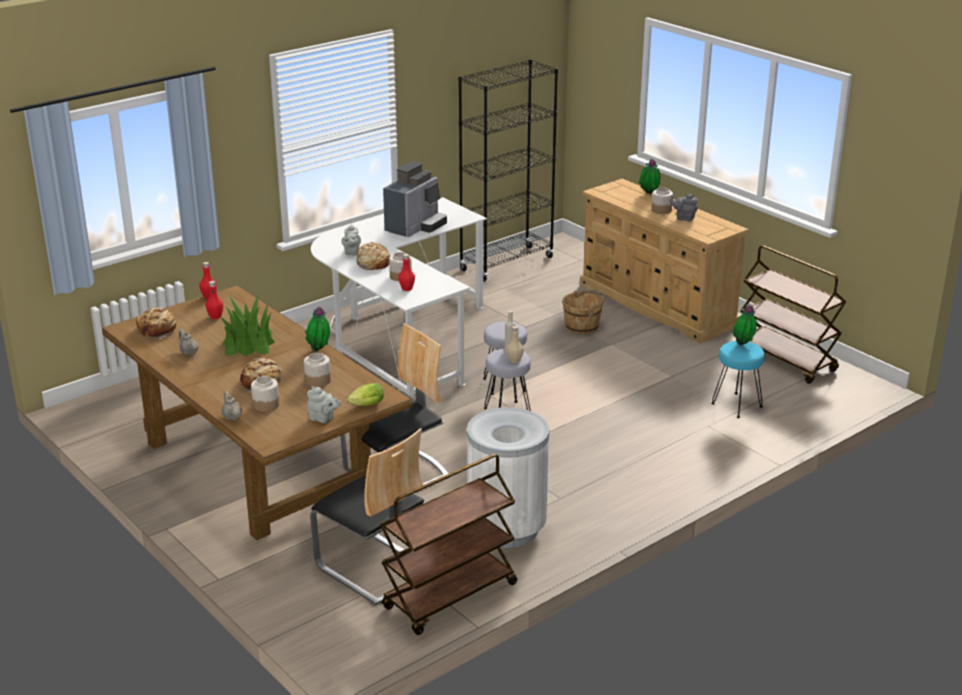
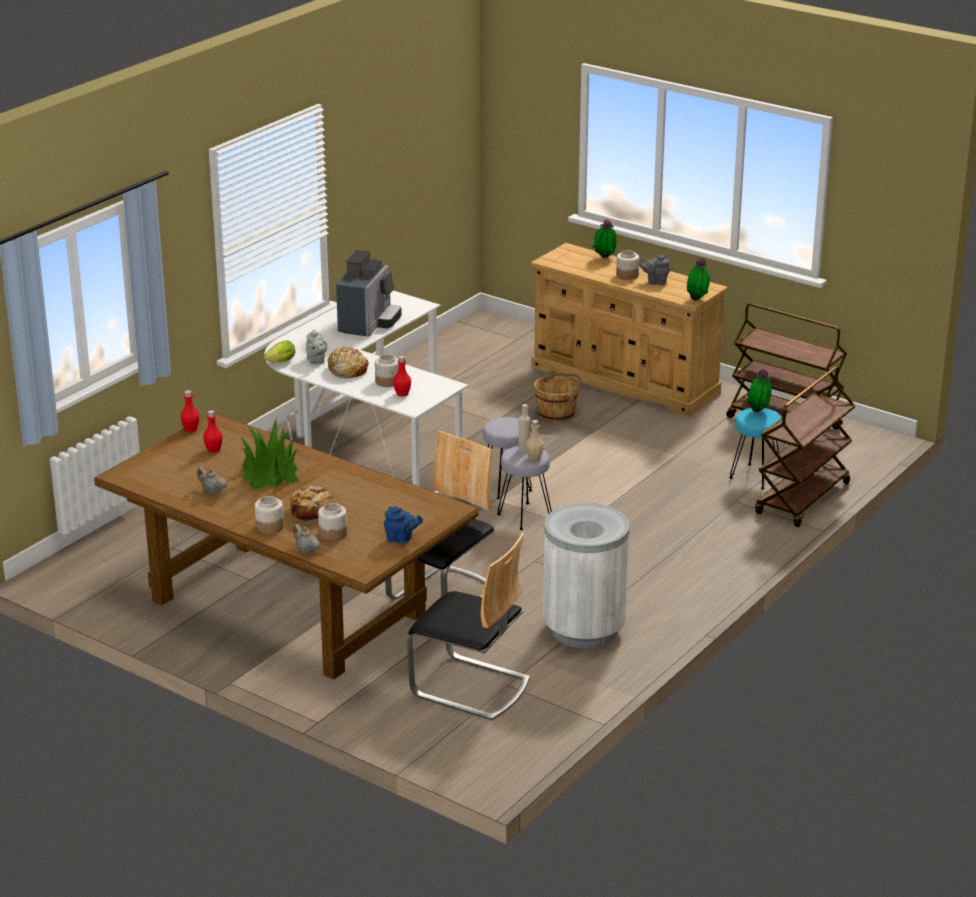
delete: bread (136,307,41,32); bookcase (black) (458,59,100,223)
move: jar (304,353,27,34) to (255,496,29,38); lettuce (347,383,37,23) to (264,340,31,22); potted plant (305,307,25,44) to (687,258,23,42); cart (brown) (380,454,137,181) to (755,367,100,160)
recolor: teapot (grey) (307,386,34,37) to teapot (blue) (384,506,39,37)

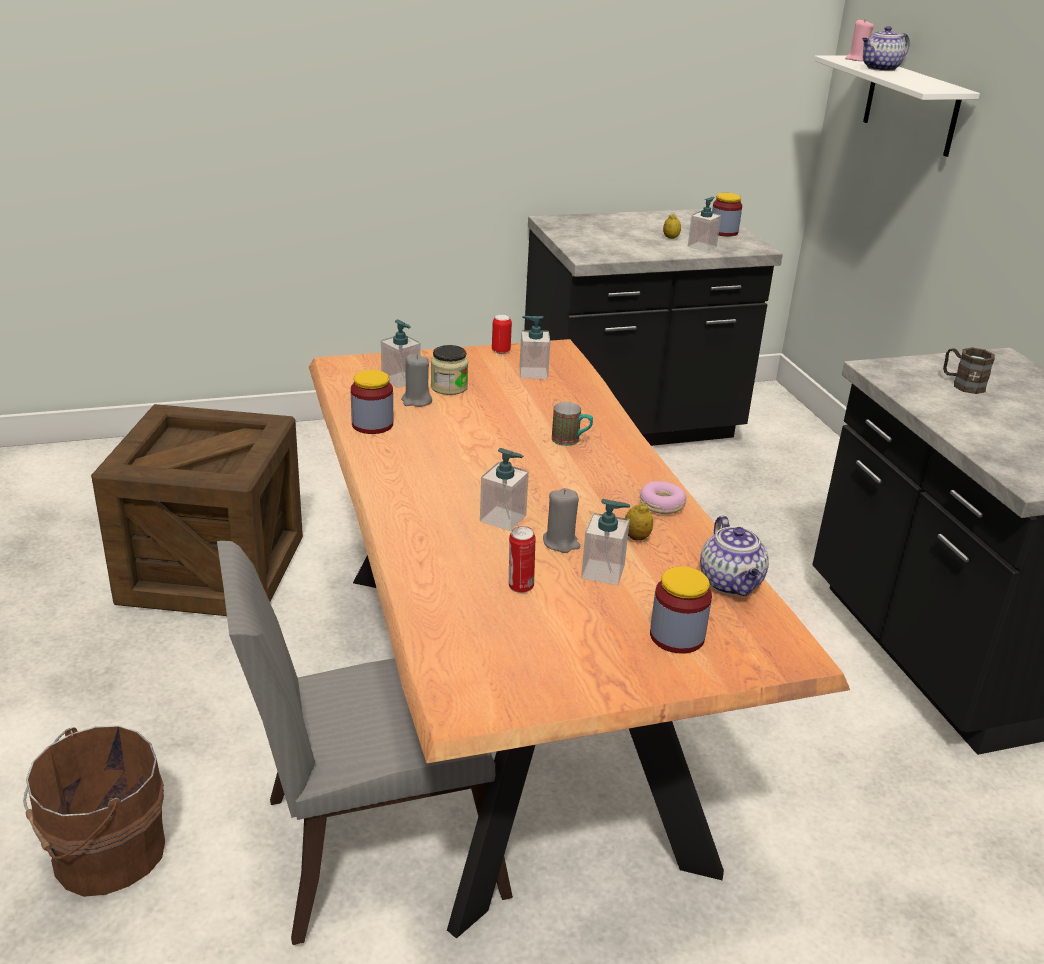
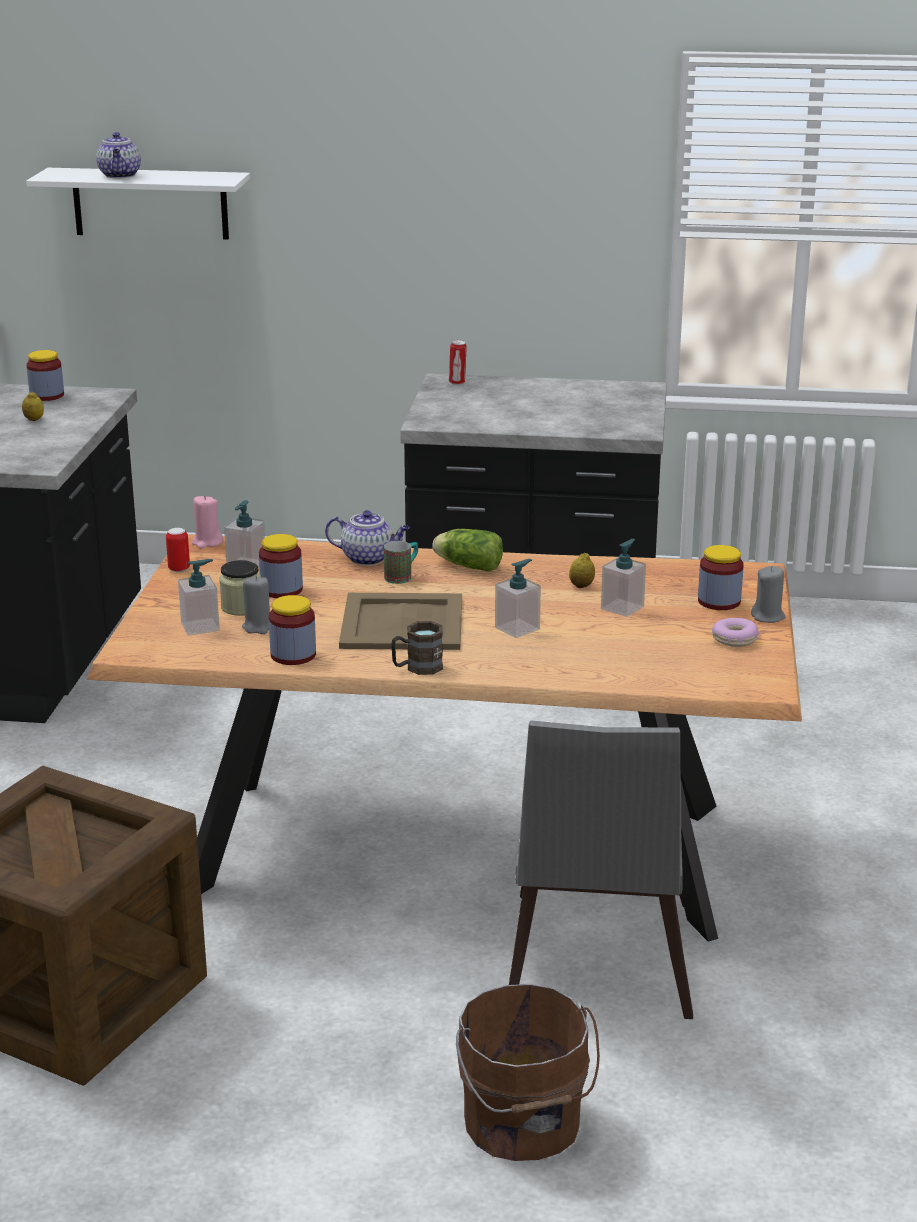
delete: soap dispenser (688,197,33,55)
insert: jar (259,534,44,64); tray (beige) (339,593,123,57); lettuce (432,529,71,43)
move: candle (pink) (845,19,29,42) to (192,495,32,54); teapot (700,515,69,81) to (325,510,85,56); mug (brown) (943,347,52,47) to (391,621,52,54); can (509,526,26,67) to (449,340,18,45); donut (639,481,48,33) to (712,618,47,29); candle (grey) (543,488,37,65) to (751,566,35,57)

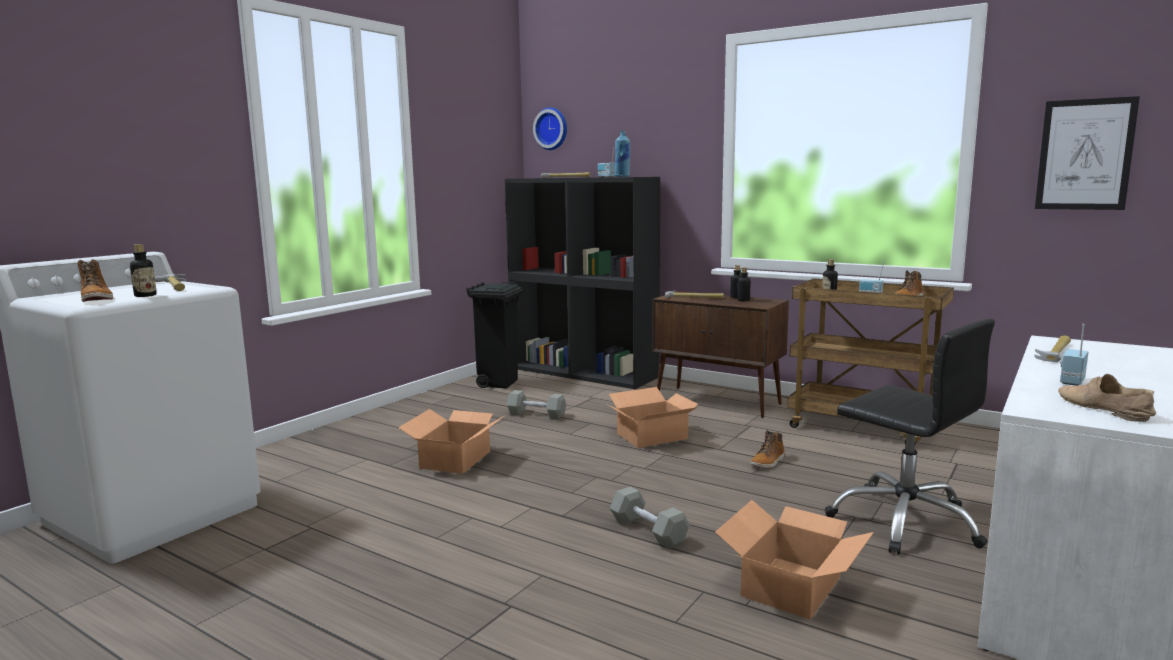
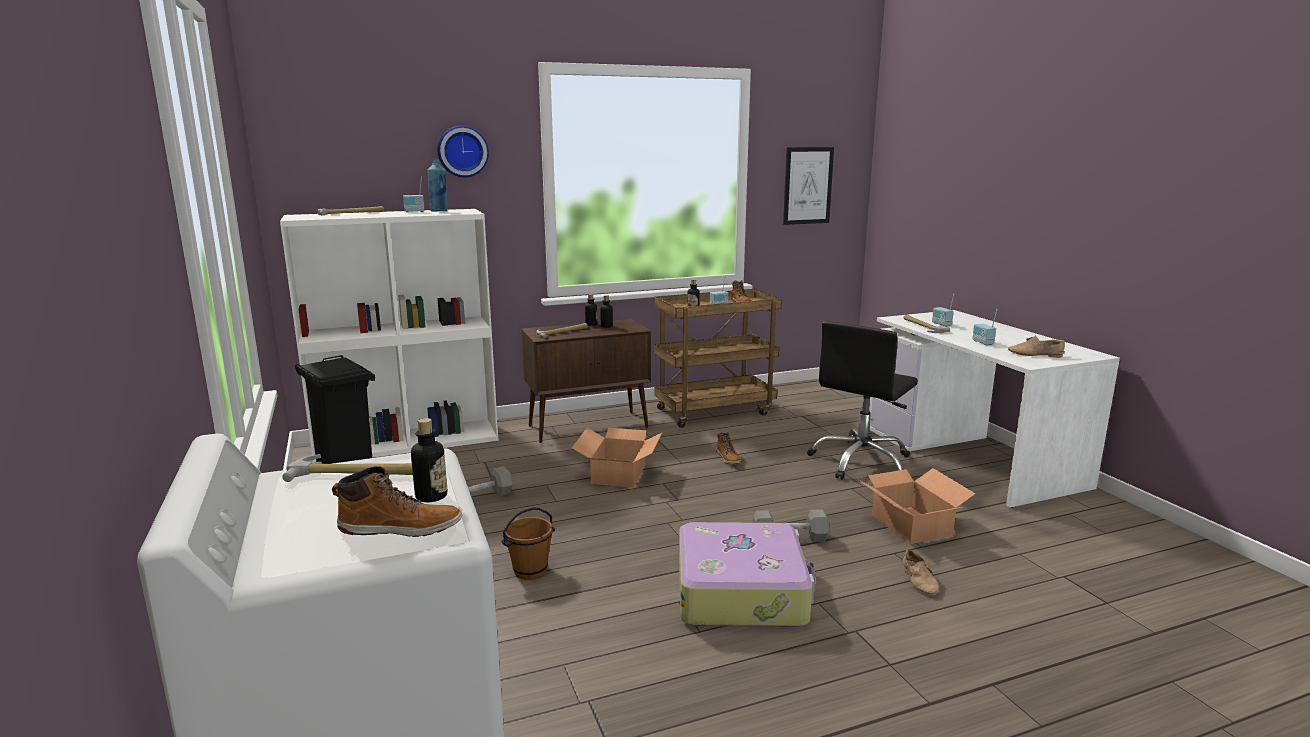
insert: suitcase (679,522,137,105); shoe (beige) (903,548,36,47); radio (932,293,23,34)
move: wall clock (533,107,34,43) to (437,125,52,53)
replace: cardboard box (398,409,108,65) to bucket (brown) (501,507,54,73)
recolor: bookcase (black) (505,177,155,212) to bookcase (white) (280,209,219,253)
rotate: office chair (black) (825,319,170,236) = (807,321,111,159) 135 degrees clockwise

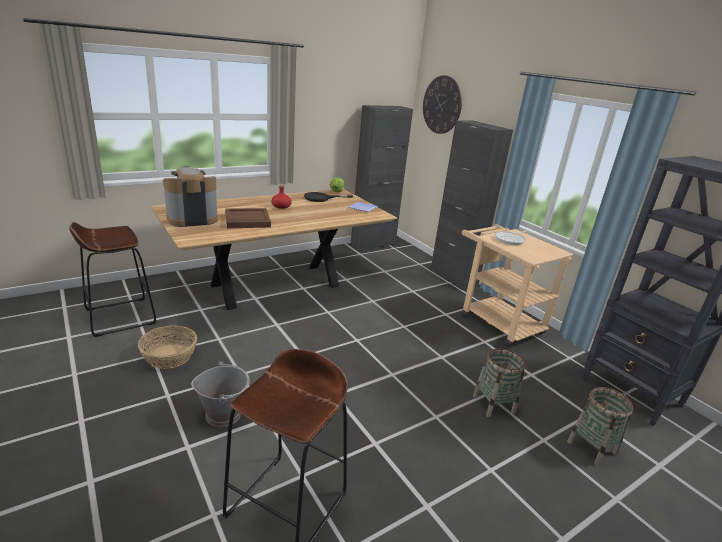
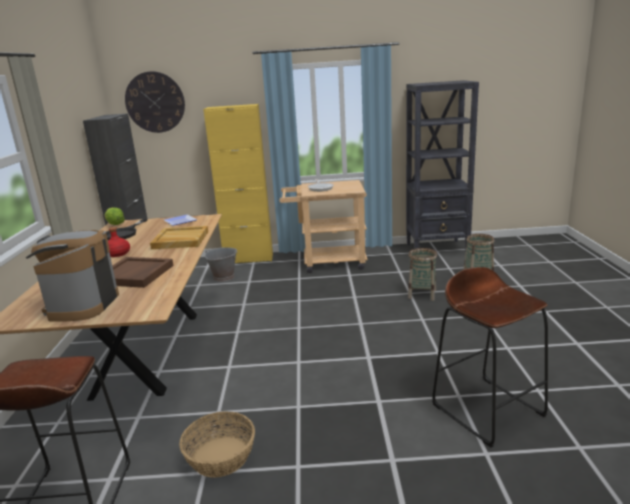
insert: tray (beige) (150,226,58,23)
move: bucket (grey) (191,362,59,65) to (205,247,32,35)
recolor: cabinet (black) (431,120,82,170) to cabinet (yellow) (203,104,70,159)

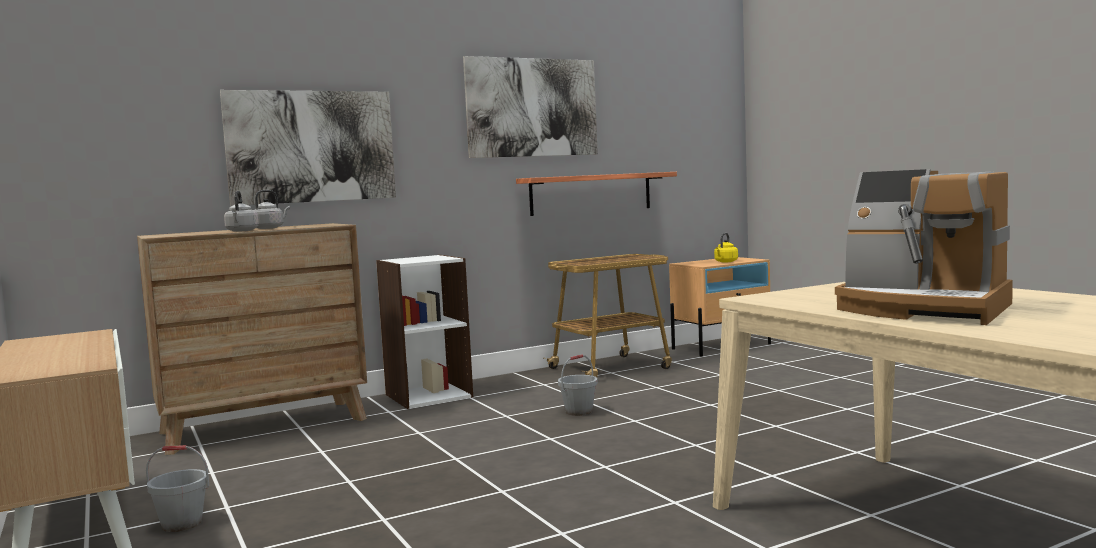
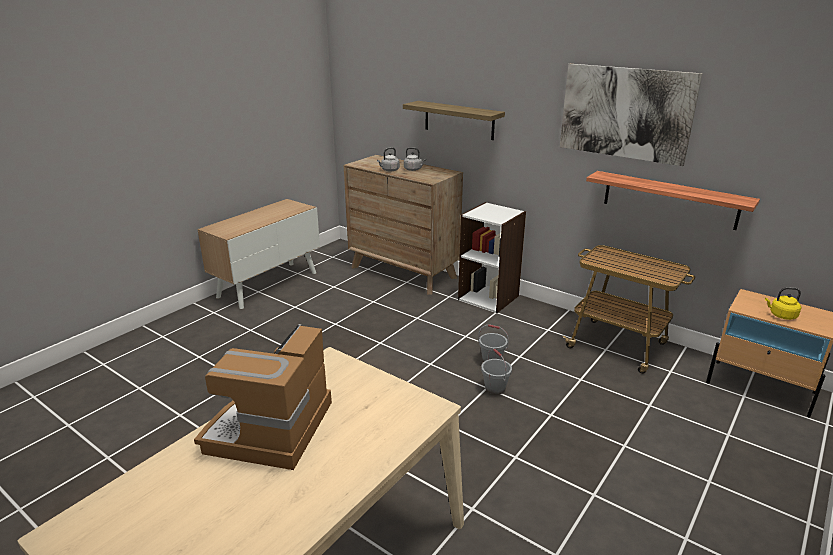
move: bucket (grey) (146,445,63,87) to (481,348,31,47)
replace: picture (220,90,176,116) to shelf (403,101,102,39)

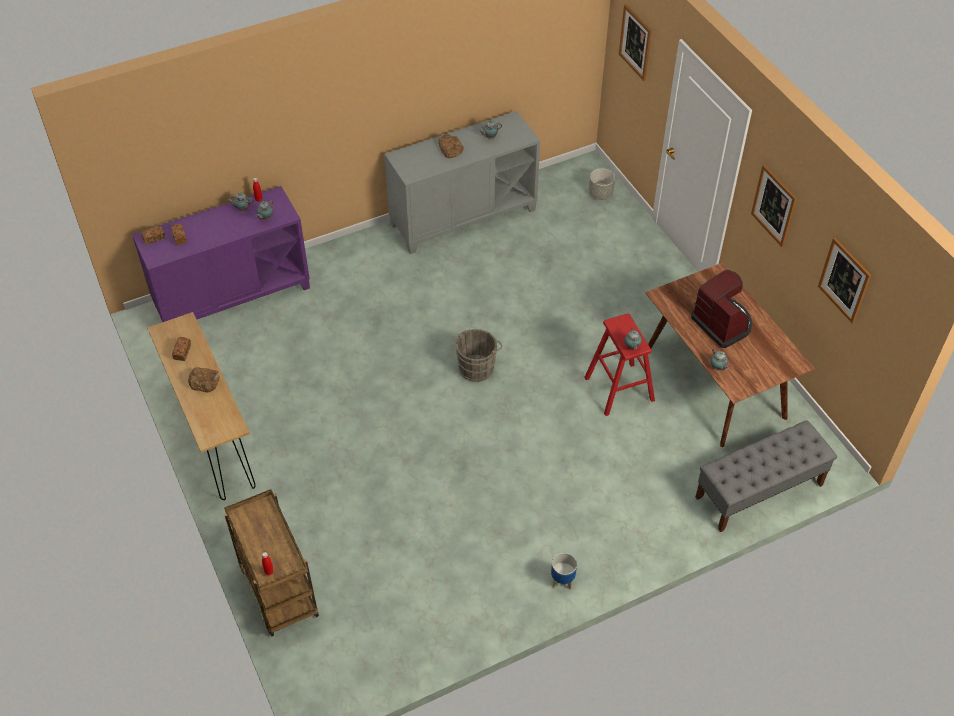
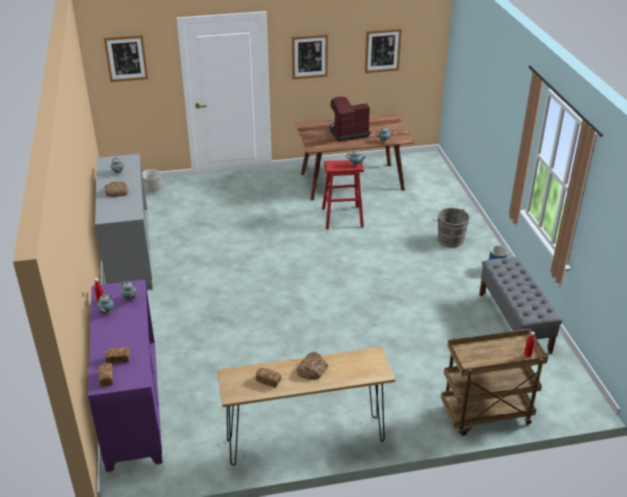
move: bucket (grey) (455,329,47,53) to (433,208,36,39); bench (grey) (695,420,142,112) to (479,257,83,97)

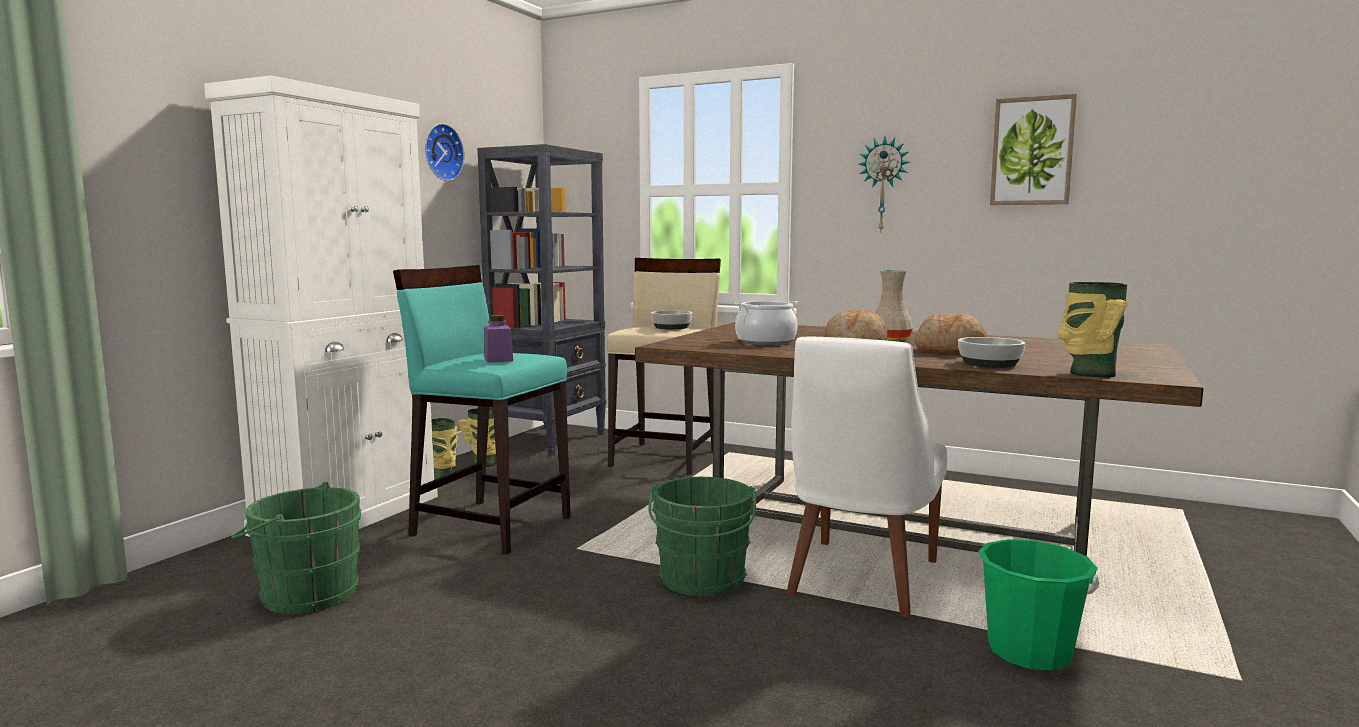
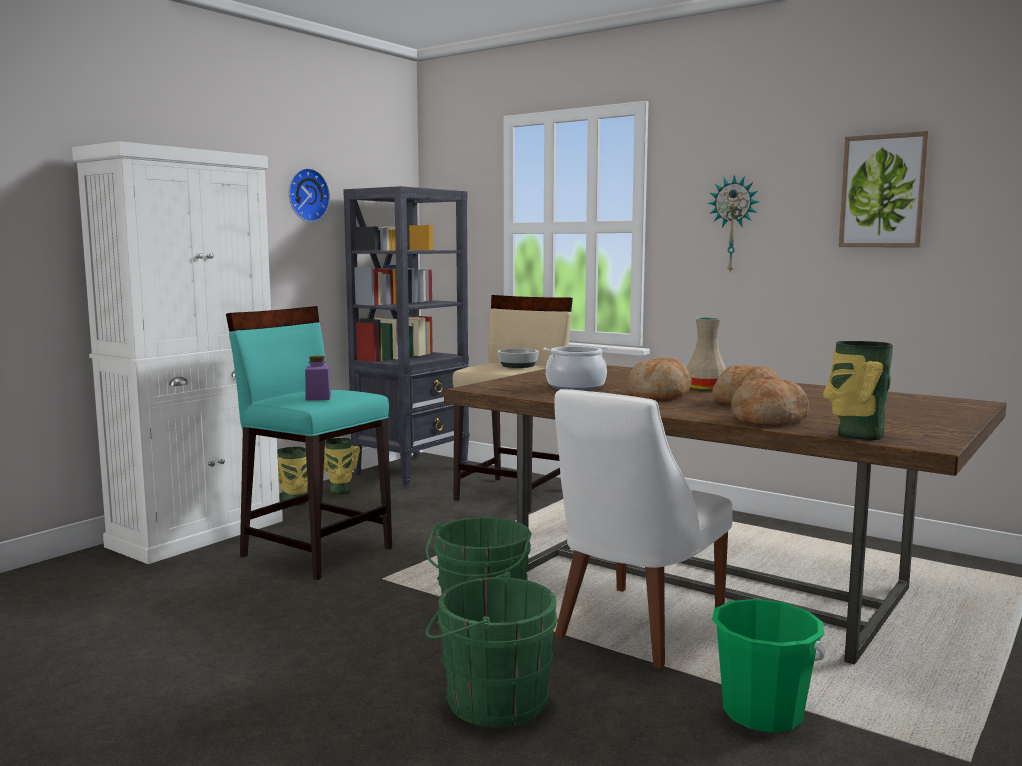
move: bucket (green) (231,482,130,132) to (426,571,132,157)
replace: bowl (958,337,67,31) to bread (731,376,78,50)

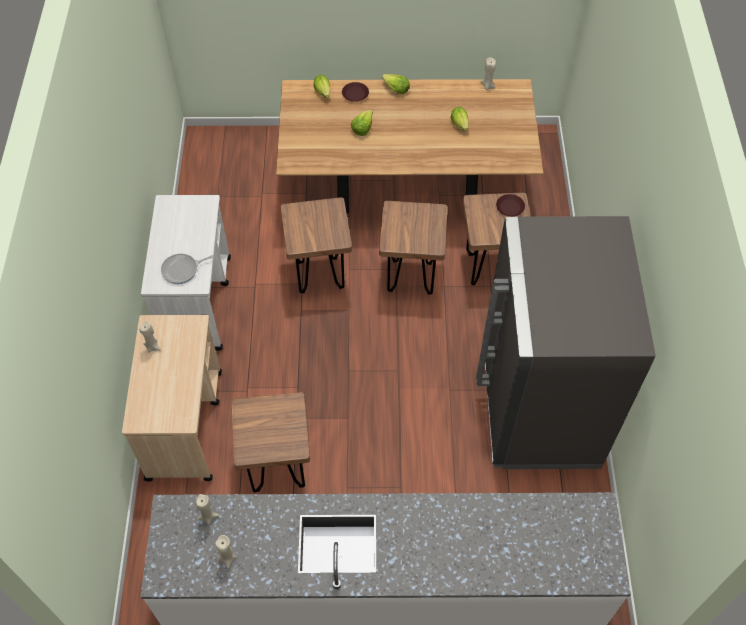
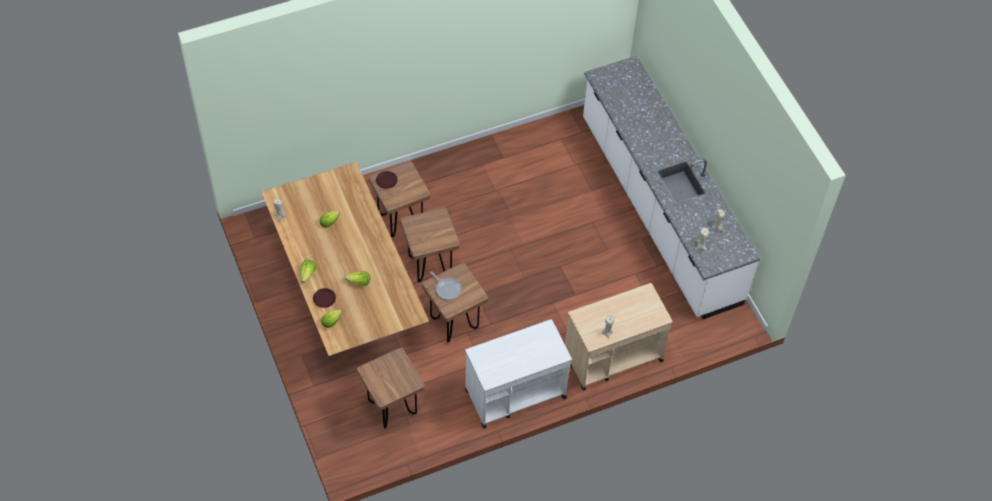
delete: fridge (grey) (476,216,180,253)
move: stool (brown) (232,392,78,100) to (357,347,68,81); frying pan (161,254,53,30) to (430,271,32,29)

